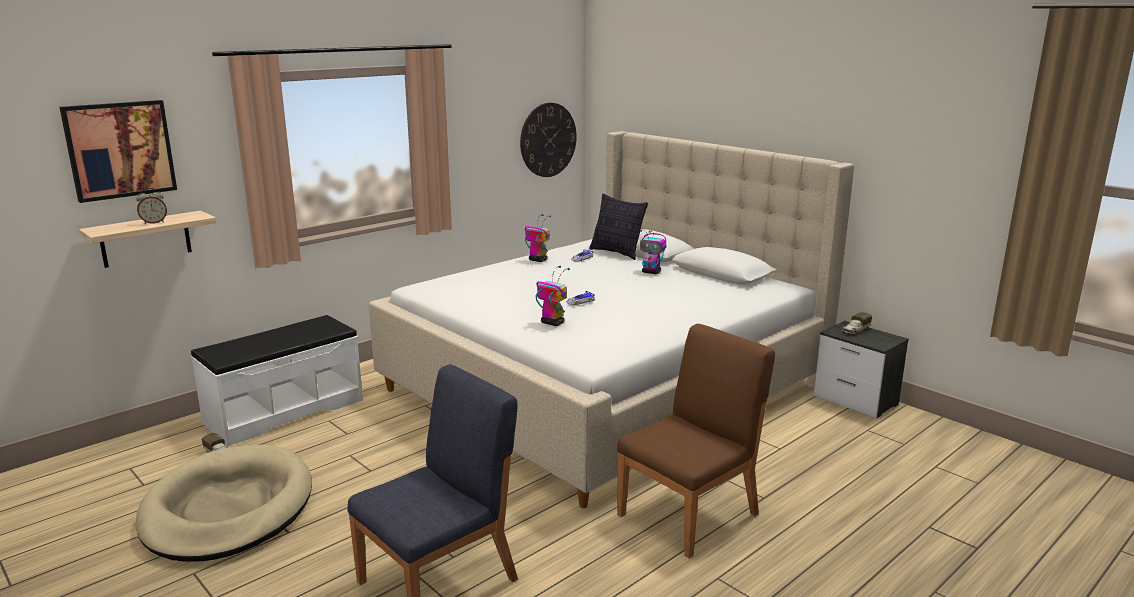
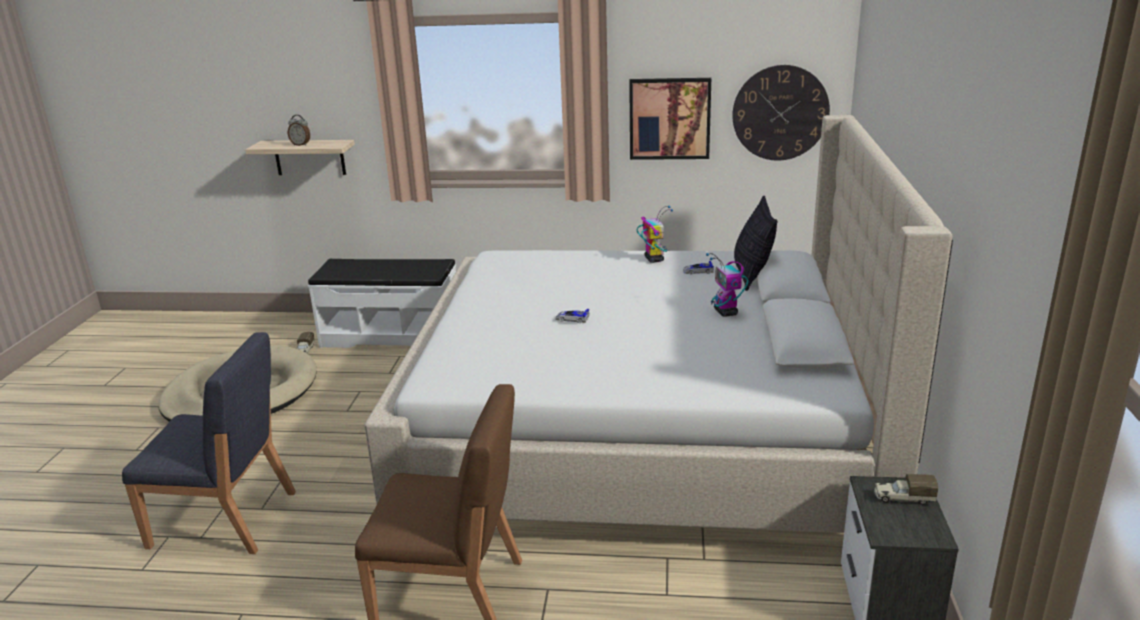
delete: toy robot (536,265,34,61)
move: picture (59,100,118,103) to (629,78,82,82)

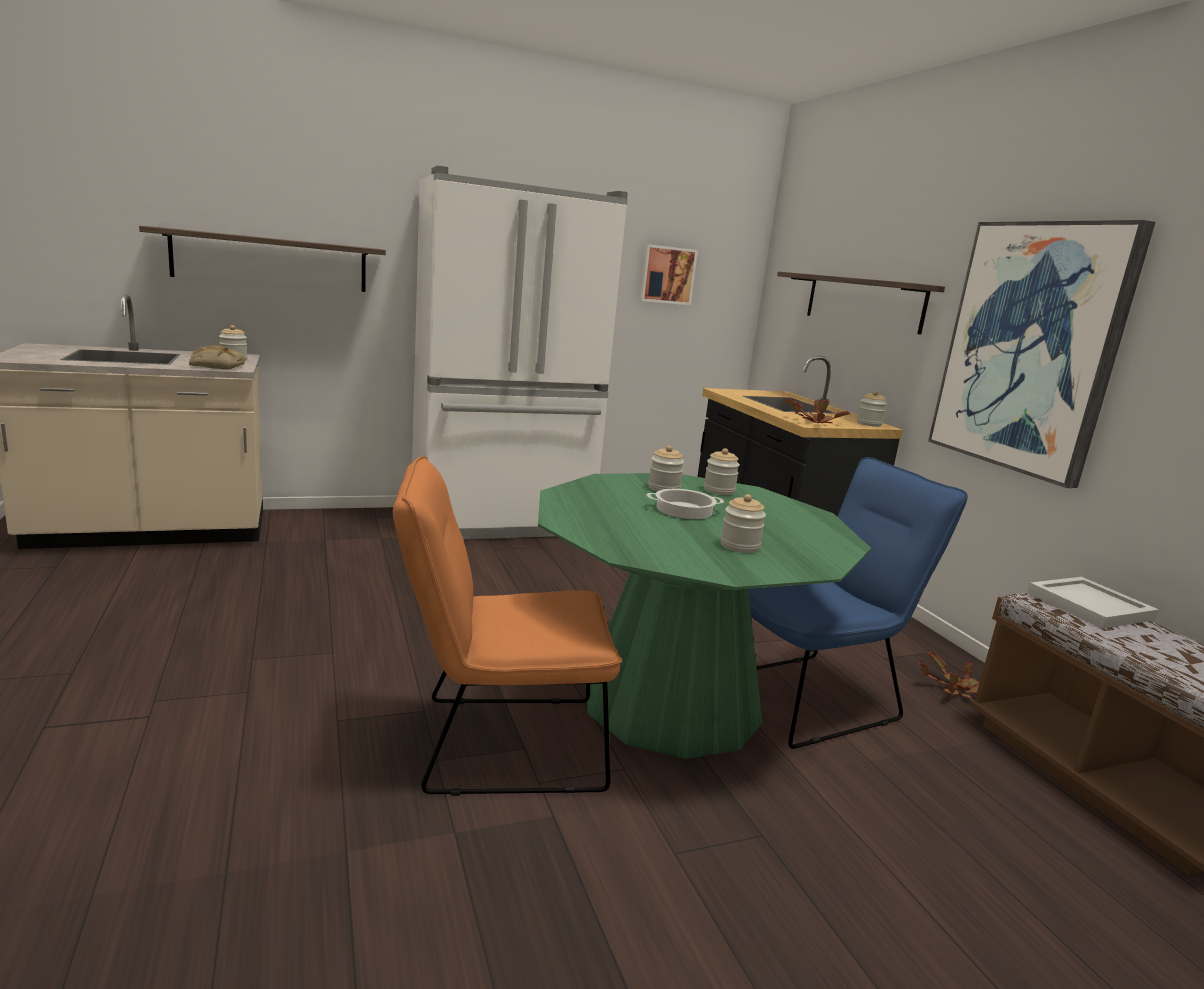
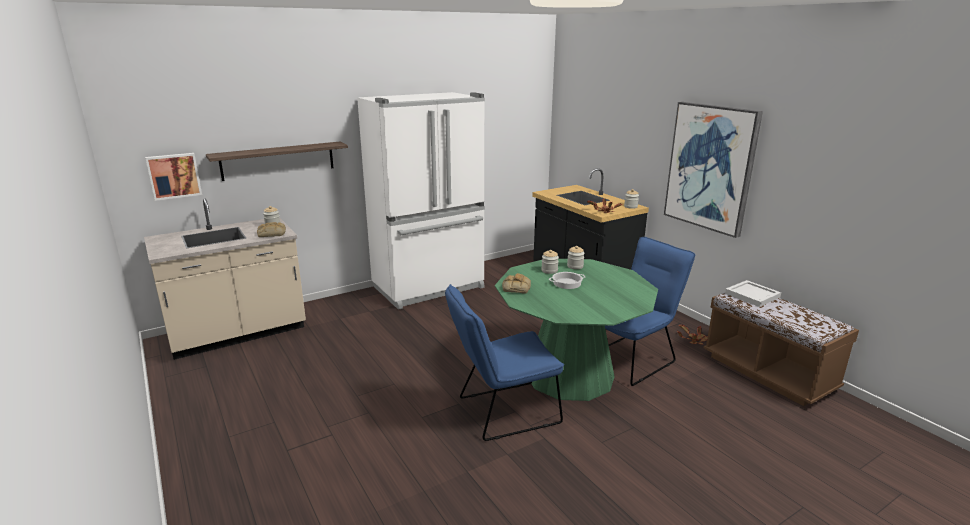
delete: jar (721,494,45,59); shelf (777,272,168,62)
insert: bread (502,273,29,21)
move: picture (639,244,59,61) to (145,153,57,48)
recolor: chair (orange) (393,456,229,340) to chair (blue) (445,284,119,157)

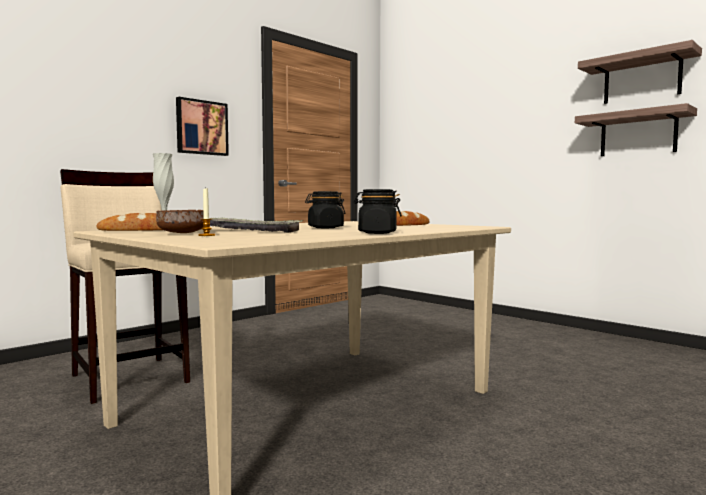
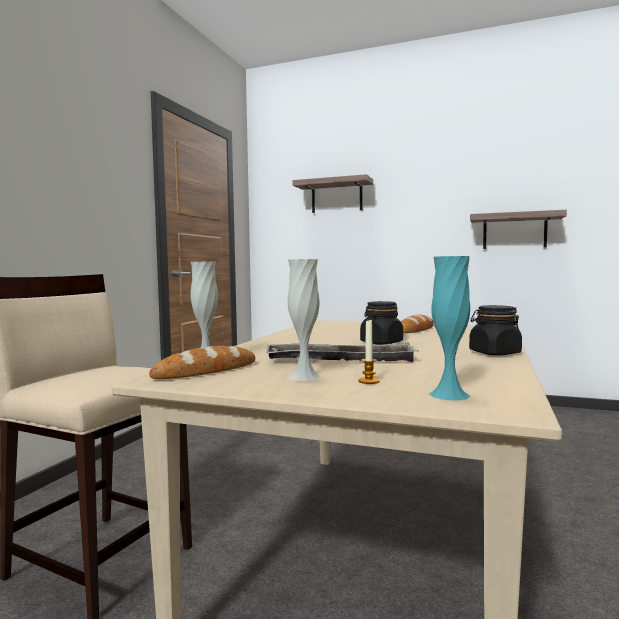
delete: picture (176,97,53,59)
insert: vase (turquoise) (429,256,42,145)
move: shelf (578,40,124,64) to (292,174,81,39)
replace: bowl (brown) (156,210,48,23) to vase (white) (288,259,33,122)

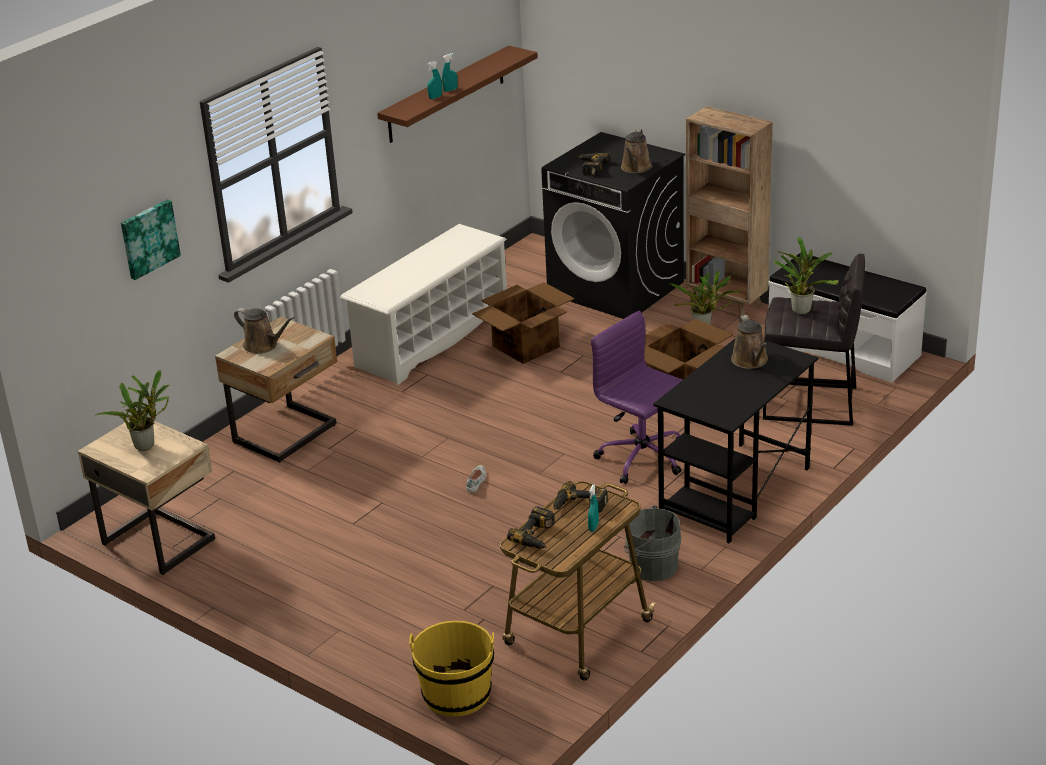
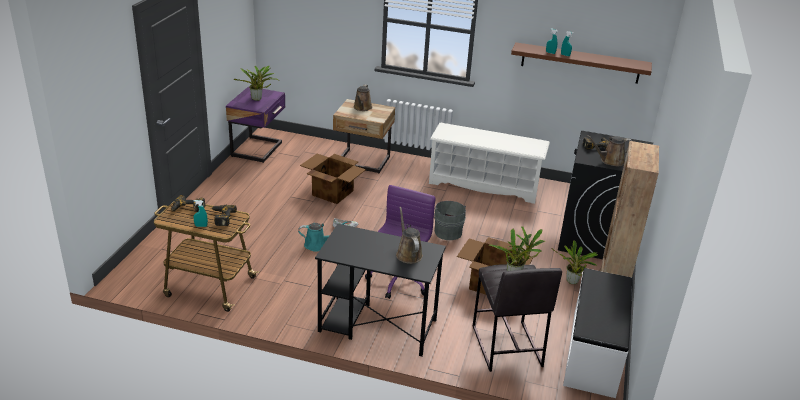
delete: picture (121,200,60,80); bucket (yellow) (409,621,85,96)
insert: watering can (turquoise) (298,222,49,30)
move: cardboard box (472,282,102,82) to (300,154,66,50); bucket (grey) (624,505,57,76) to (434,201,32,39)
recolor: nightstand (beige) (78,420,137,155) to nightstand (purple) (226,86,59,77)
rotate: watering can (brown) (731,315,37,54) = (396,207,27,57) 105 degrees clockwise

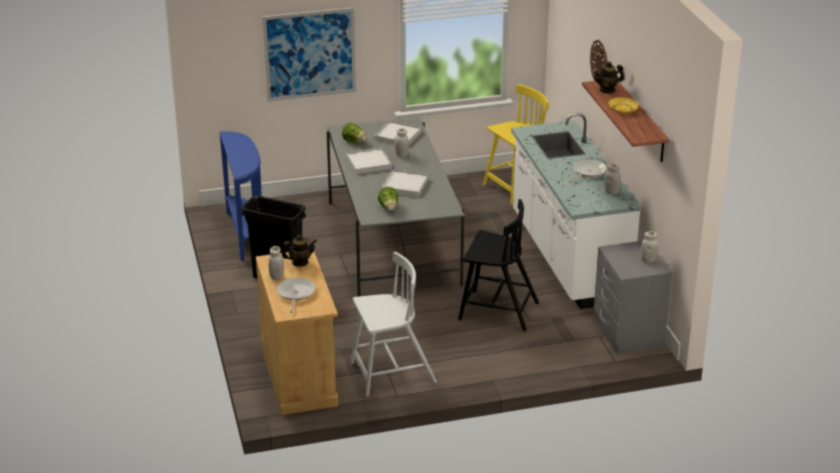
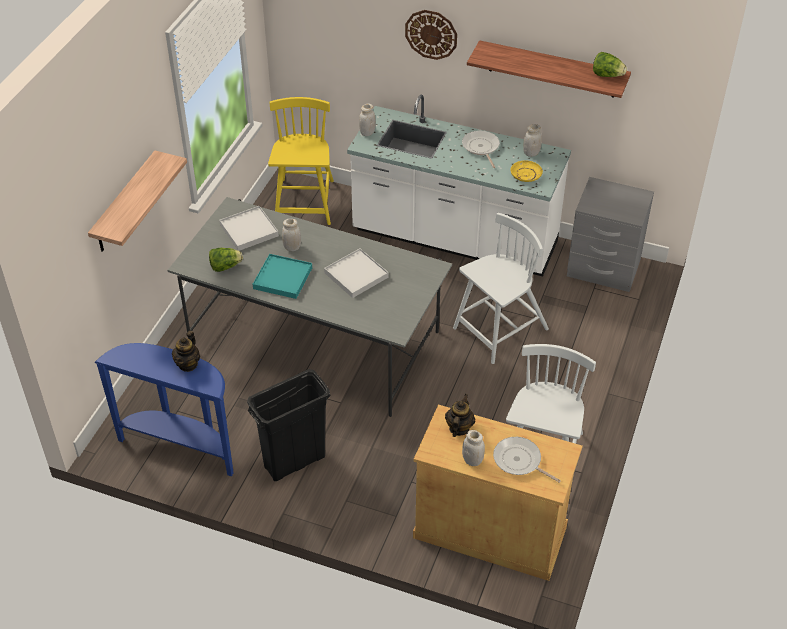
move: teapot (593,62,31,31) to (172,331,28,41); jar (white) (641,231,17,32) to (359,104,17,32); plate (yellow) (609,98,29,15) to (511,161,32,21); lettuce (378,187,20,24) to (593,52,34,25)
replace: picture (262,7,94,94) to shelf (88,151,99,101)
recolor: tray (white) (346,147,46,27) to tray (turquoise) (253,254,59,45); chair (black) (458,199,81,132) to chair (white) (453,213,96,151)

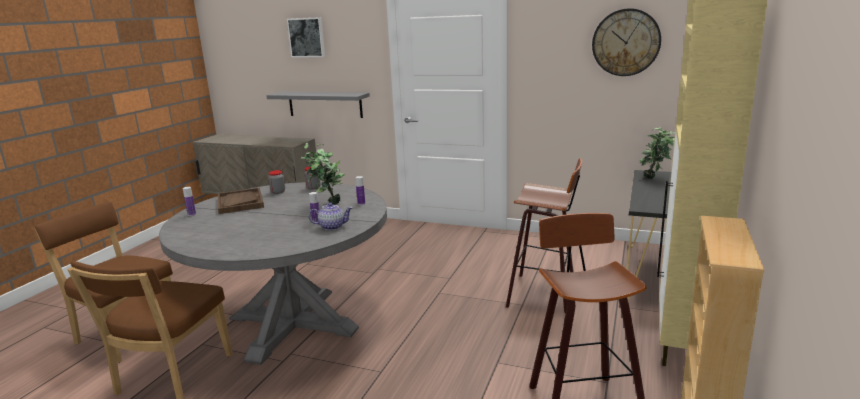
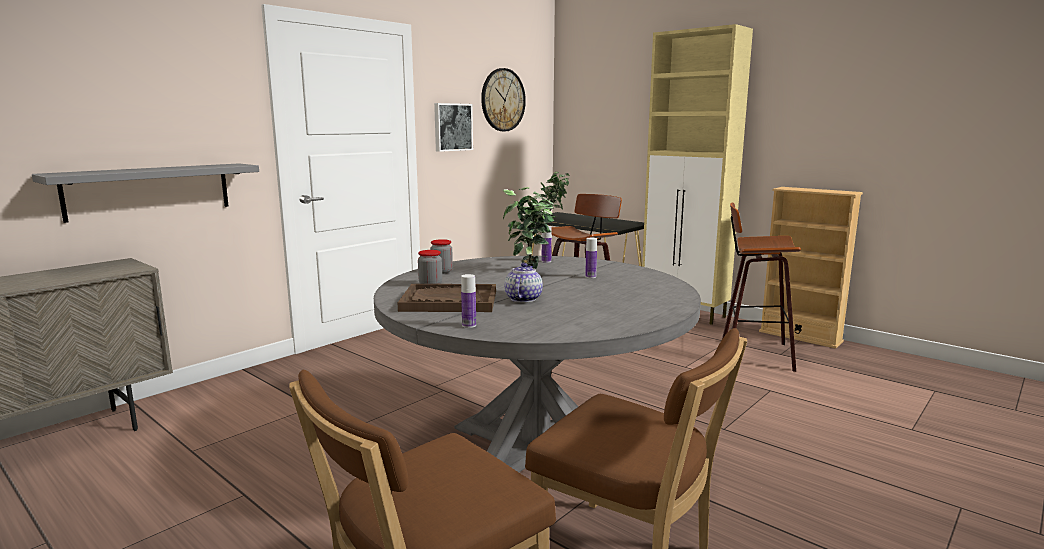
move: picture (287,17,38,40) to (434,103,39,49); teapot (309,203,44,27) to (505,263,38,40)

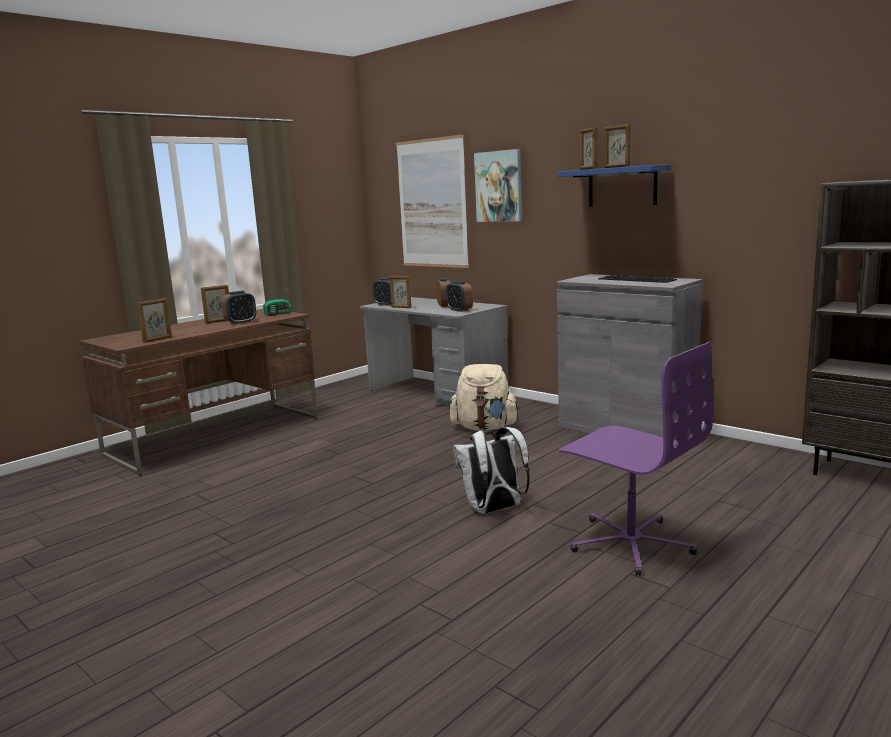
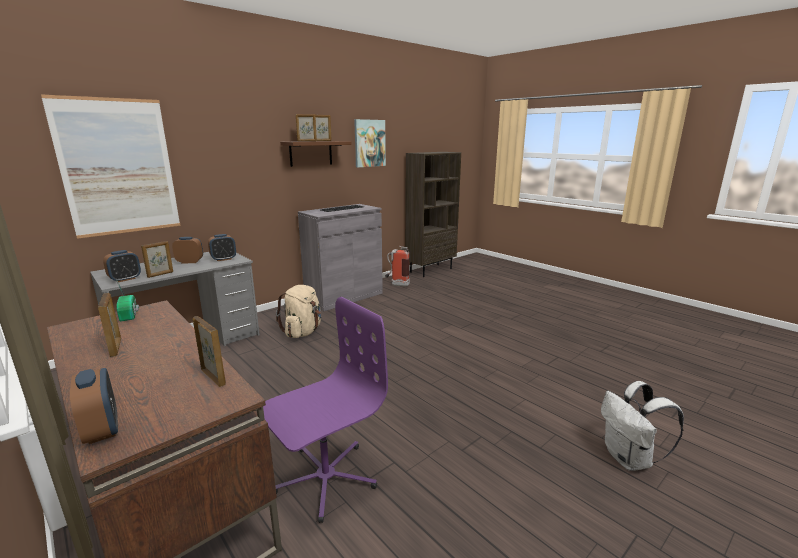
insert: fire extinguisher (385,246,25,41)
move: alarm clock (221,291,35,34) to (70,368,48,76); office chair (purple) (559,342,154,233) to (263,297,125,226); picture (474,149,48,73) to (354,119,32,48); backpack (white) (453,427,77,87) to (601,381,83,90)
recolor: shelf (blue) (557,165,114,42) to shelf (brown) (280,141,72,26)

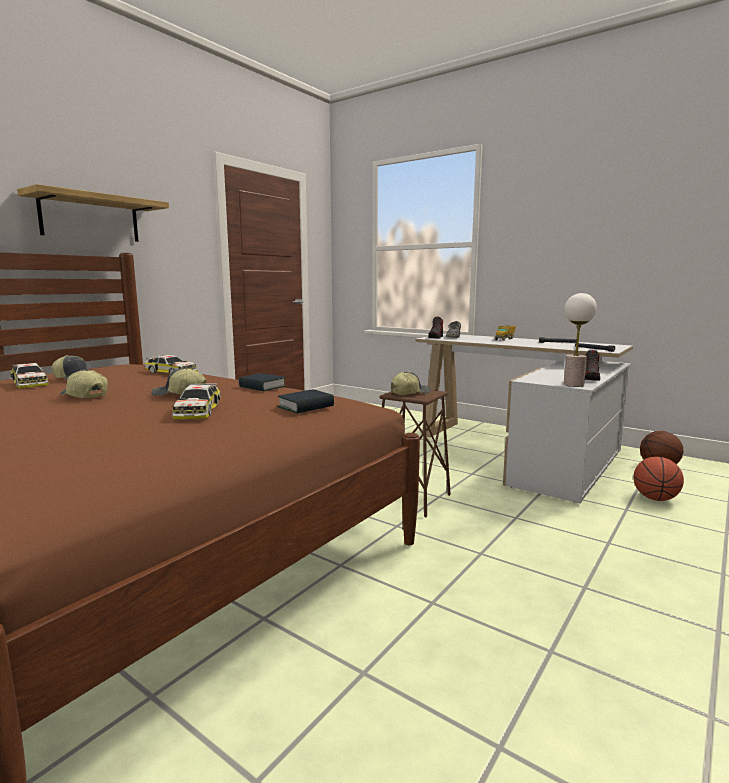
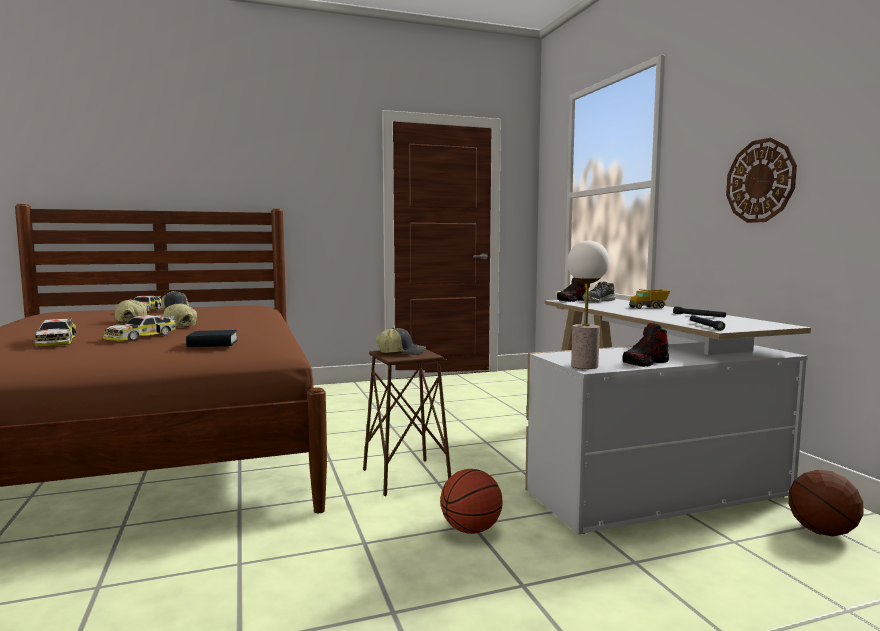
delete: shelf (17,184,152,58); book (239,373,47,18)
insert: wall clock (726,138,71,85)
move: toy car (145,355,53,18) to (34,318,42,29); basketball (634,457,50,44) to (440,469,63,65)

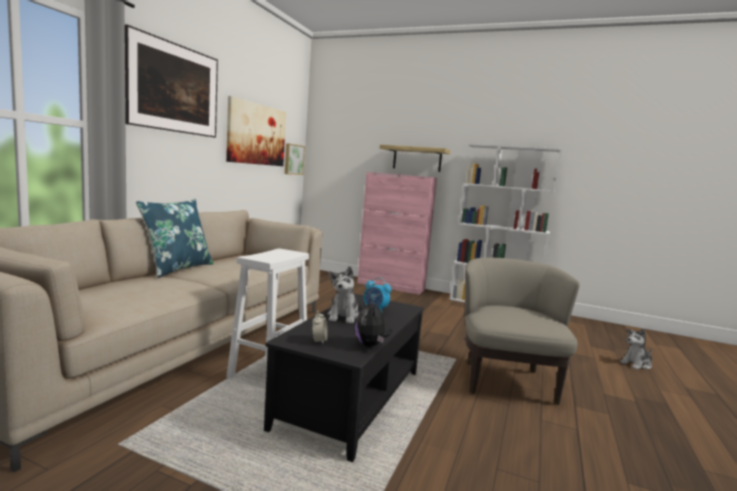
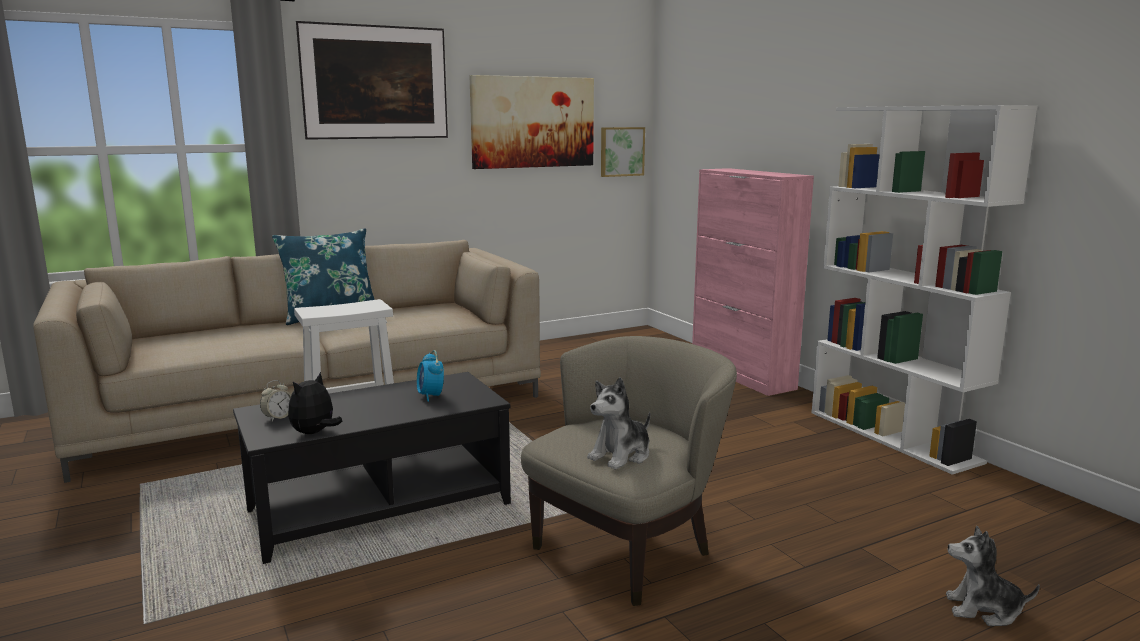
delete: shelf (380,145,71,27)
move: plush toy (328,266,31,57) to (587,377,63,93)

